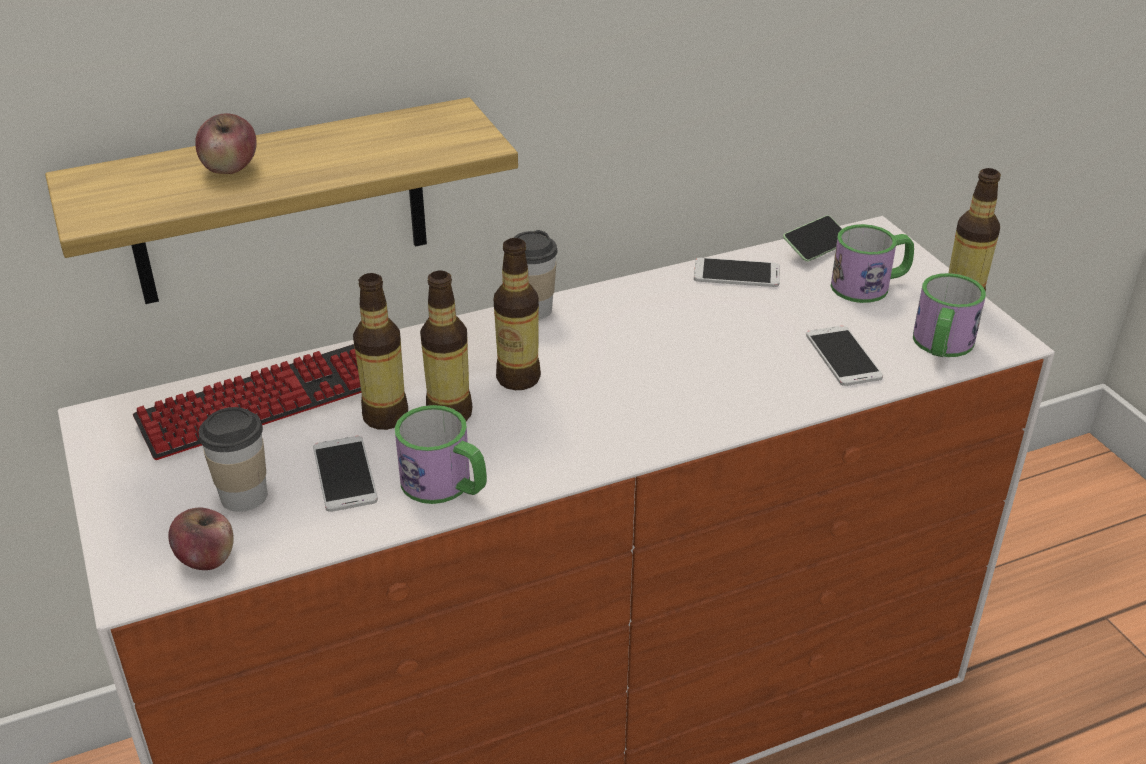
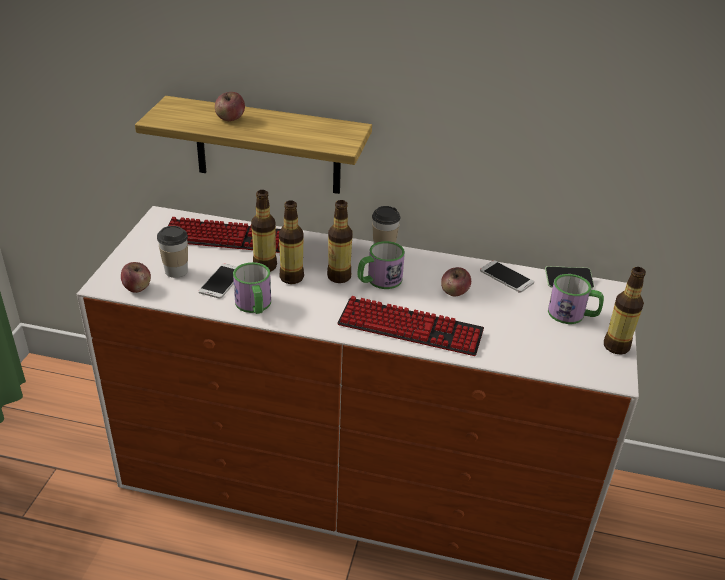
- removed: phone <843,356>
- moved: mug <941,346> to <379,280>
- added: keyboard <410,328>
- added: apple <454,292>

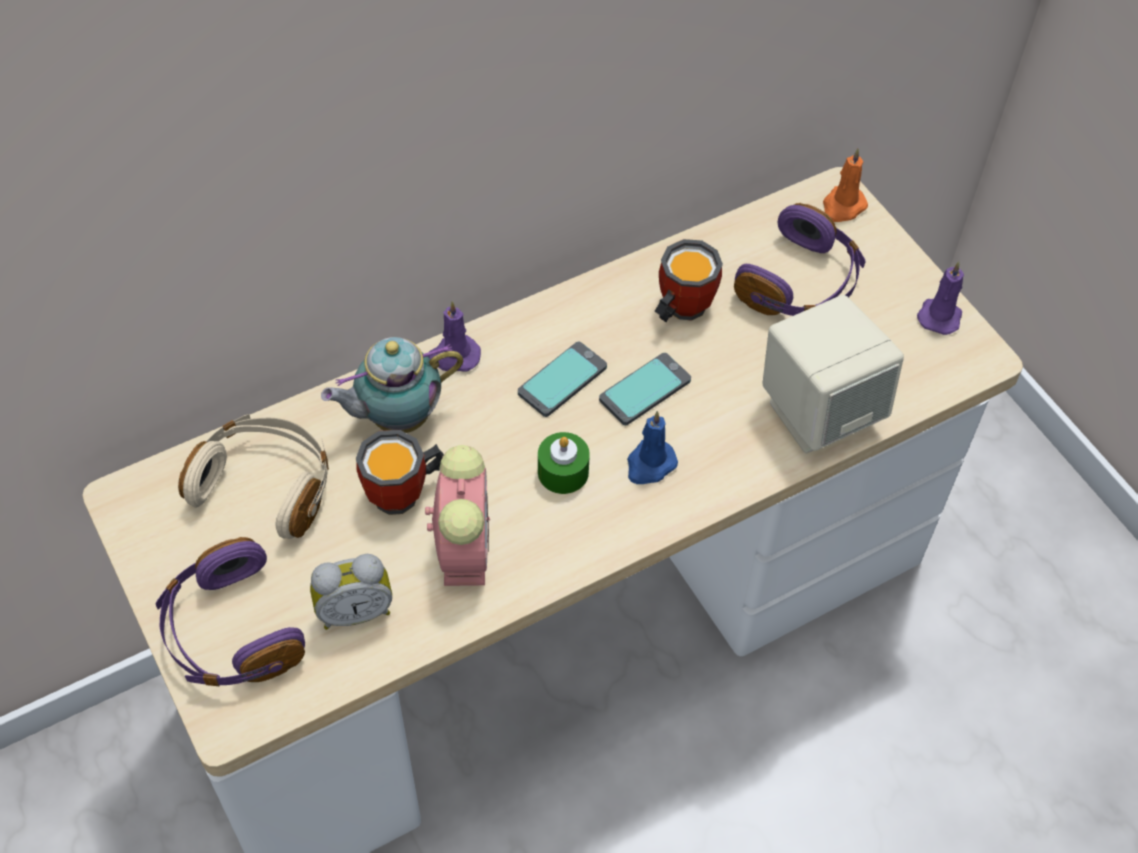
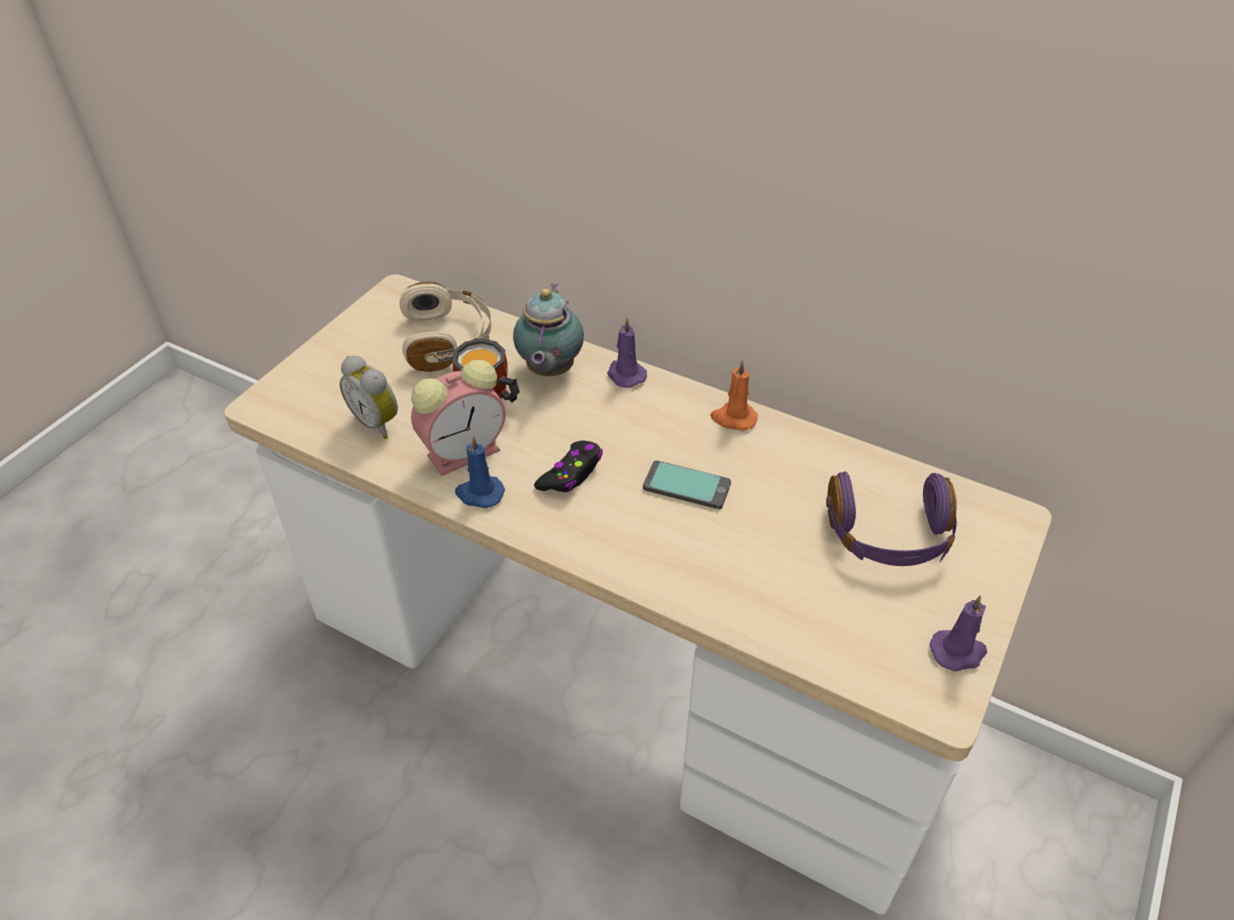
- removed: purple headphones <230,632>
- turned: teapot <396,418> = <549,371> 120 degrees counterclockwise
- removed: phone <562,380>
- replaced: green candle <563,472> to black game controller <571,473>
- moved: blue candle <649,465> to <479,493>
- removed: mug <678,308>
- removed: beige speaker <819,411>
- moved: orange candle <842,207> to <733,418>

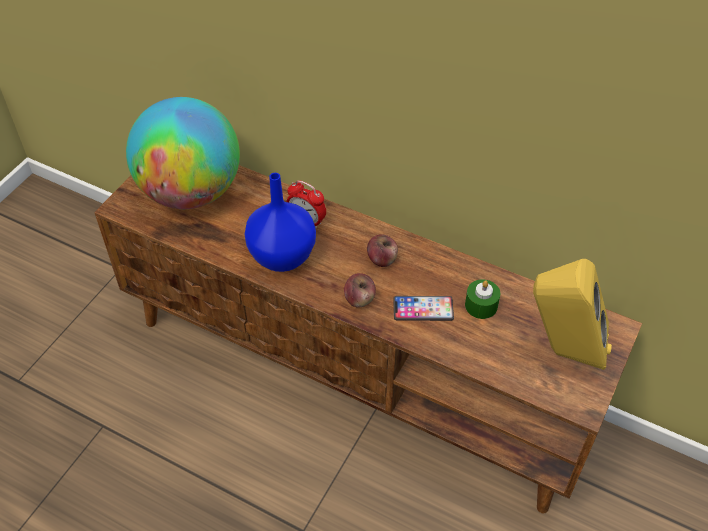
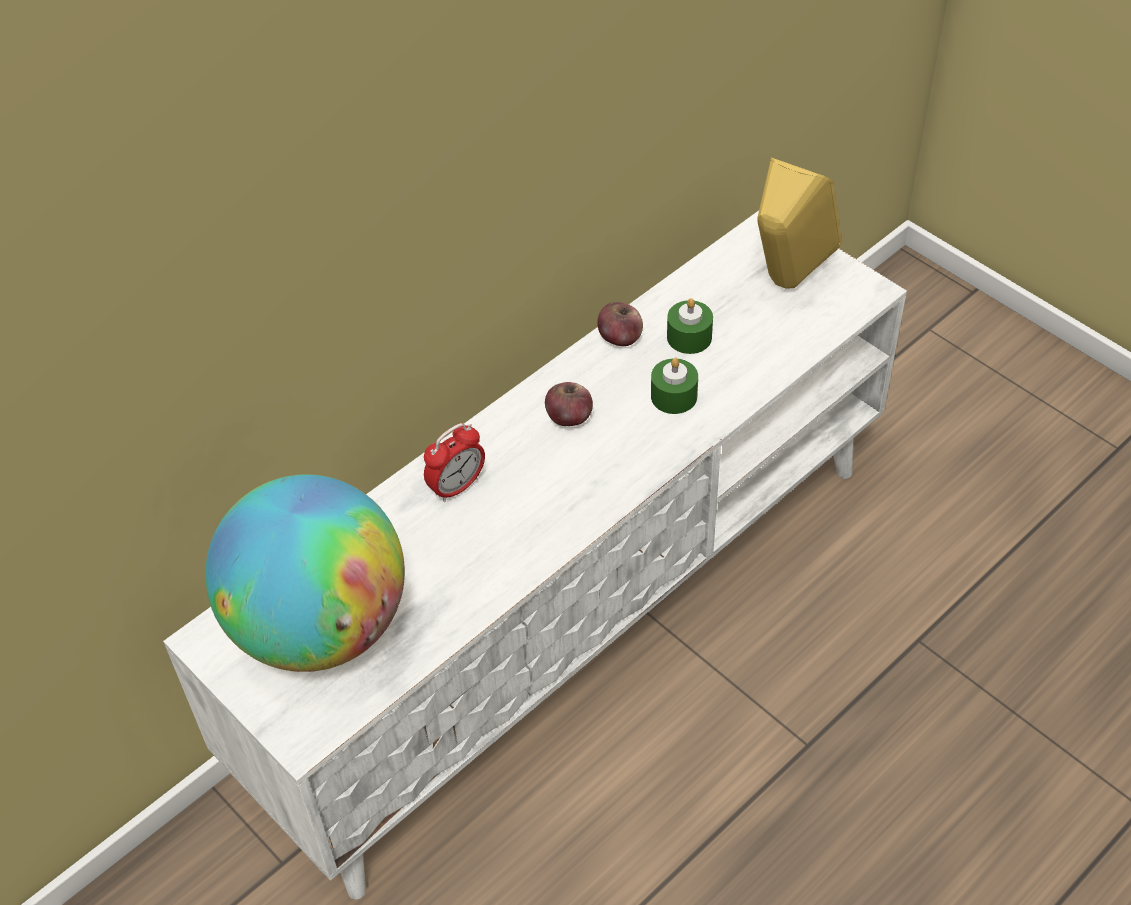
- recoloured: brown tv stand <356,373> to white tv stand <573,616>
- removed: blue vase <281,257>
- moved: apple <359,299> to <620,337>
- replaced: phone <423,309> to green candle <674,396>

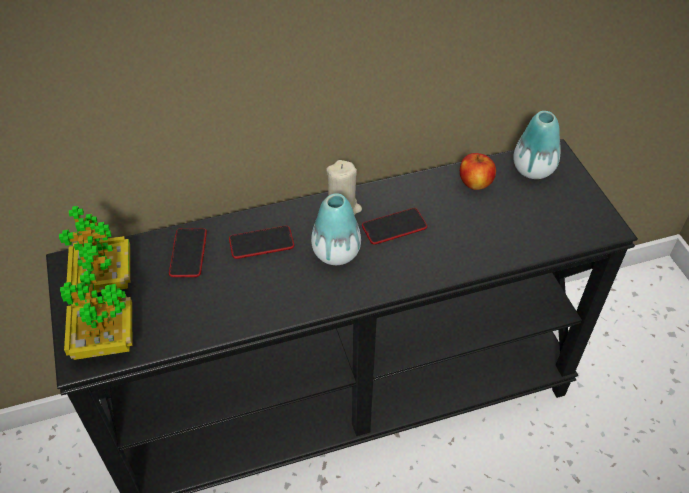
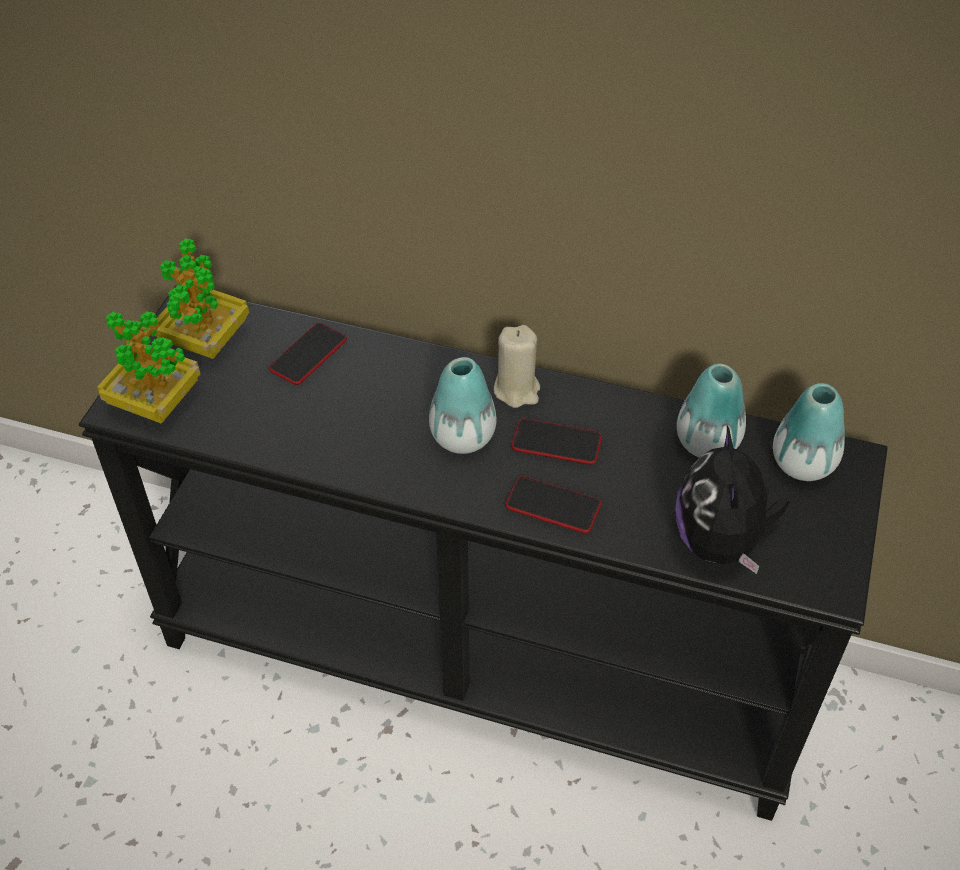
- moved: phone <261,243> to <553,506>
- replaced: apple <475,183> to vase <707,443>
- added: plush toy <720,542>

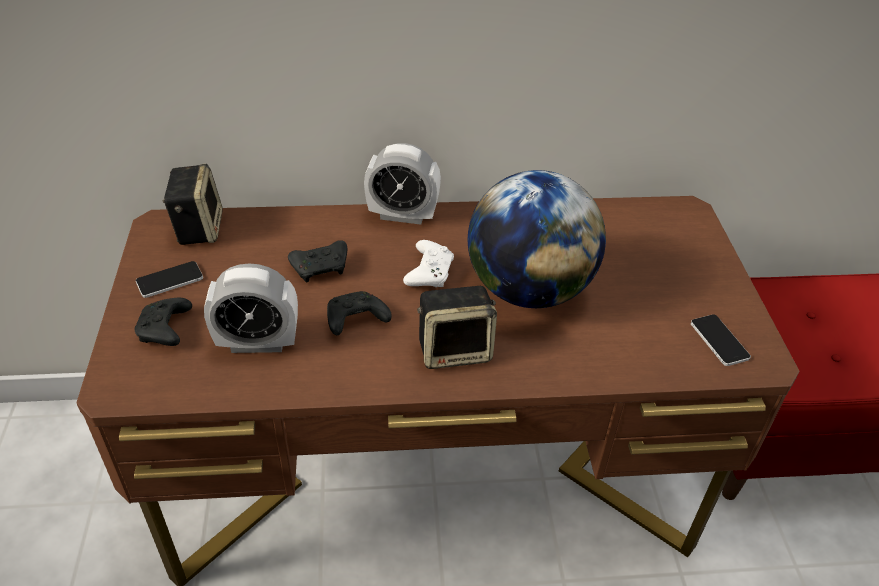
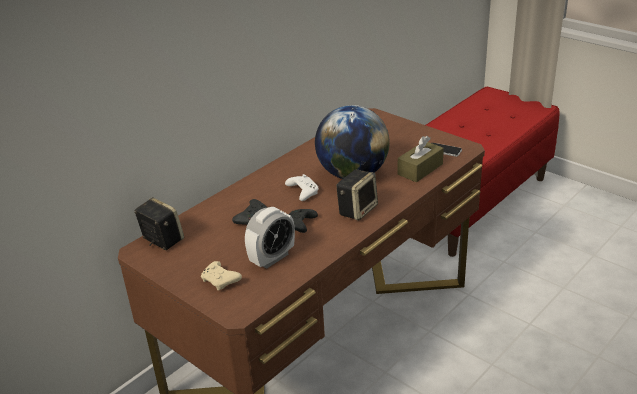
- recoloured: black game controller <165,330> to beige game controller <221,281>
- removed: phone <169,280>
- removed: alarm clock <402,215>
- added: brown tissue box <420,169>

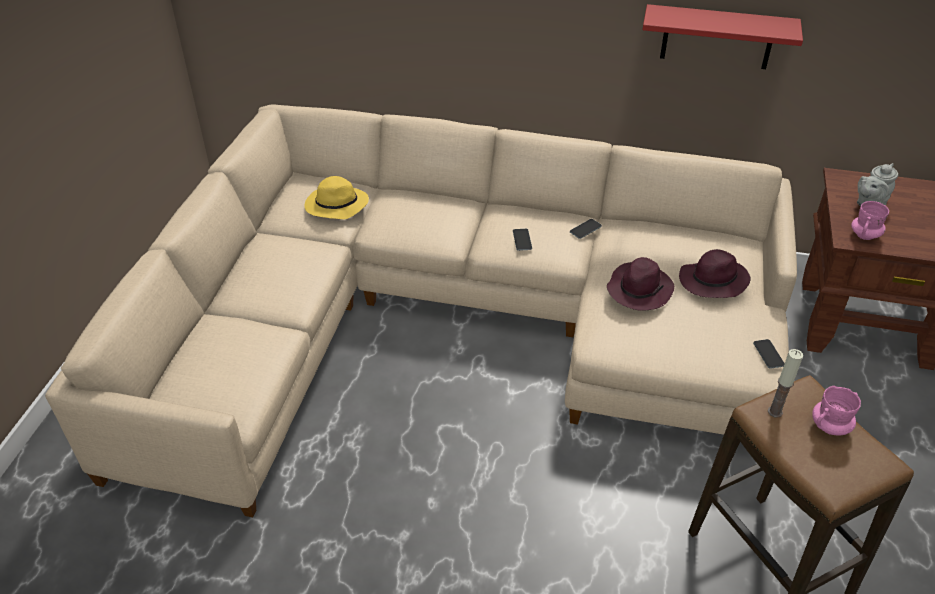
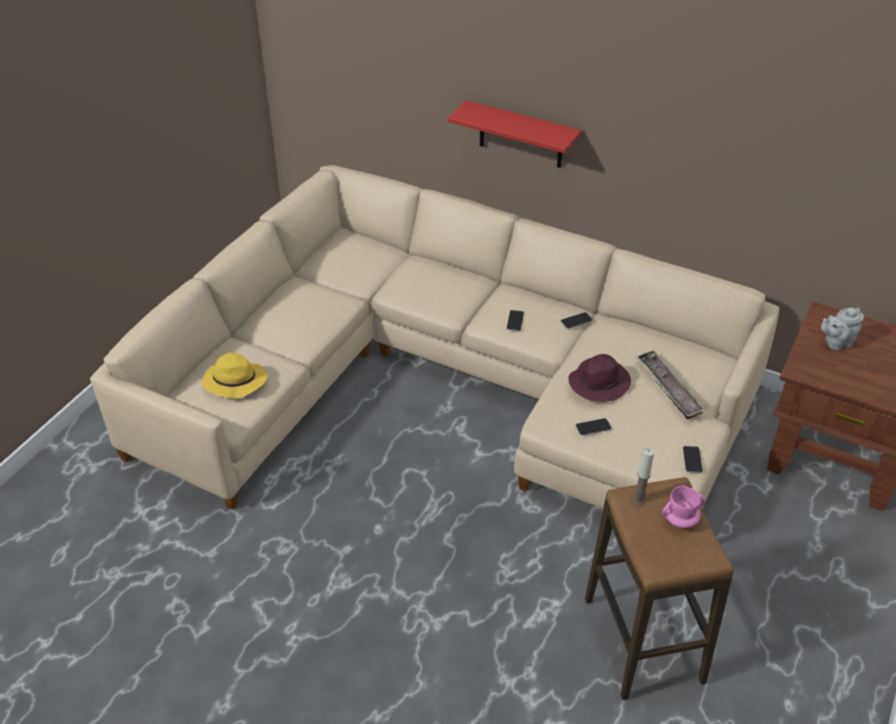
- moved: yellow hat <336,206> to <234,382>
- moved: red shelf <717,37> to <521,135>
- replaced: purple hat <712,282> to tray <669,388>
- removed: pink mug <865,235>
- added: phone <593,427>

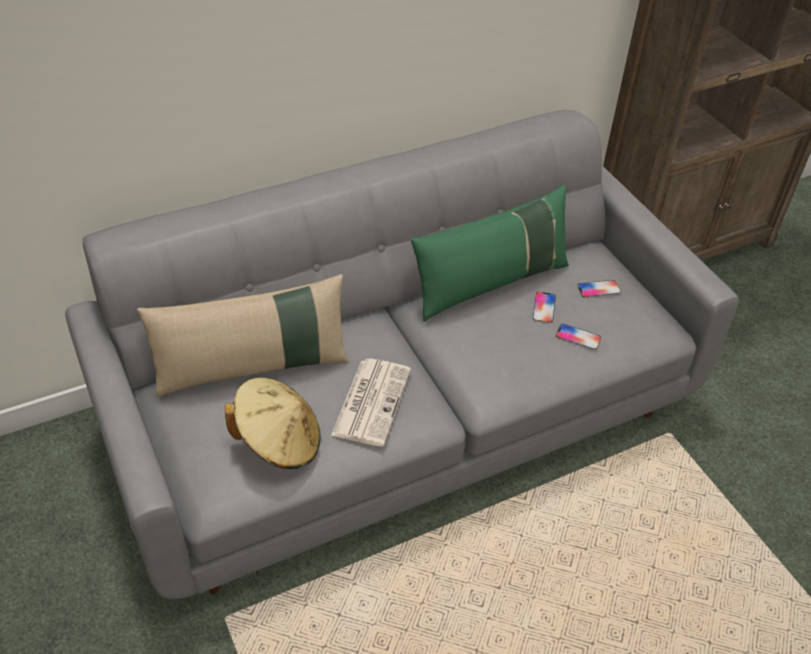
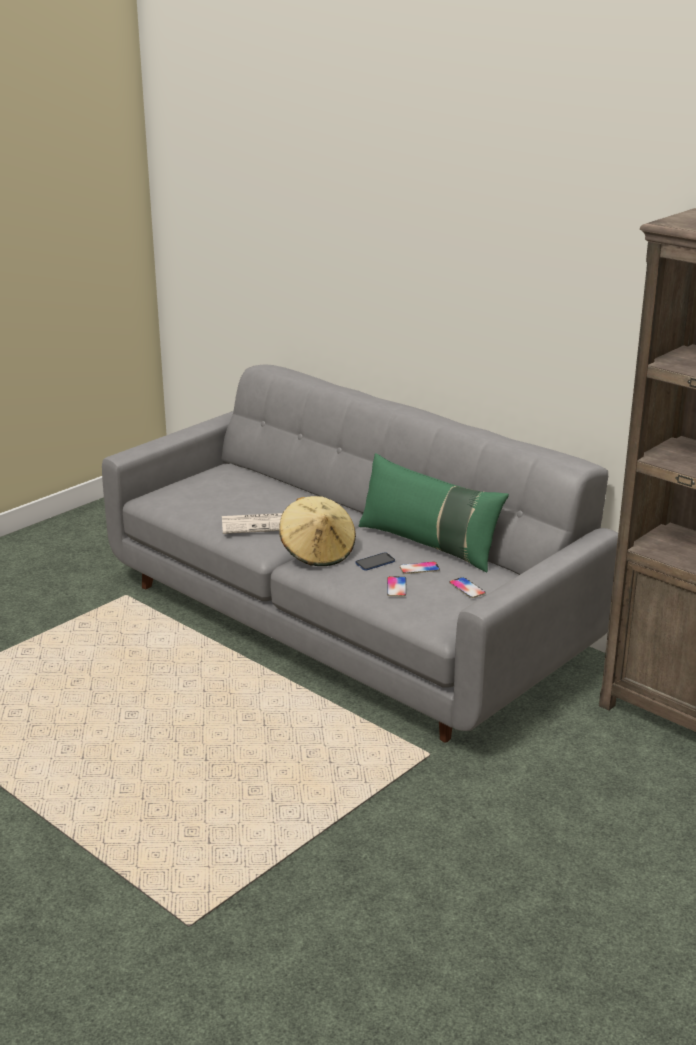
- removed: beige pillow <253,367>
- moved: beige hat <279,441> to <317,553>
- added: phone <375,562>

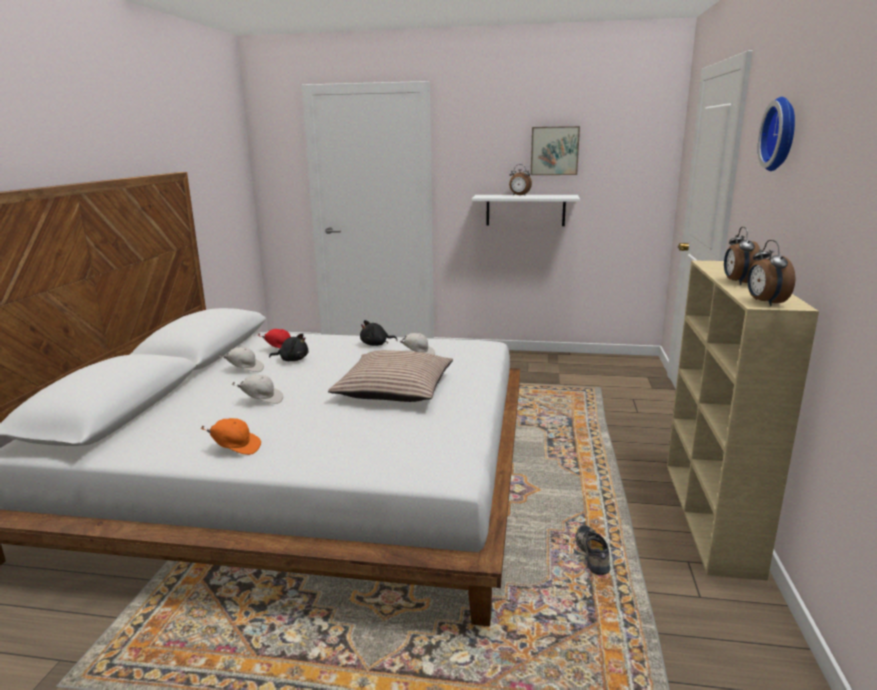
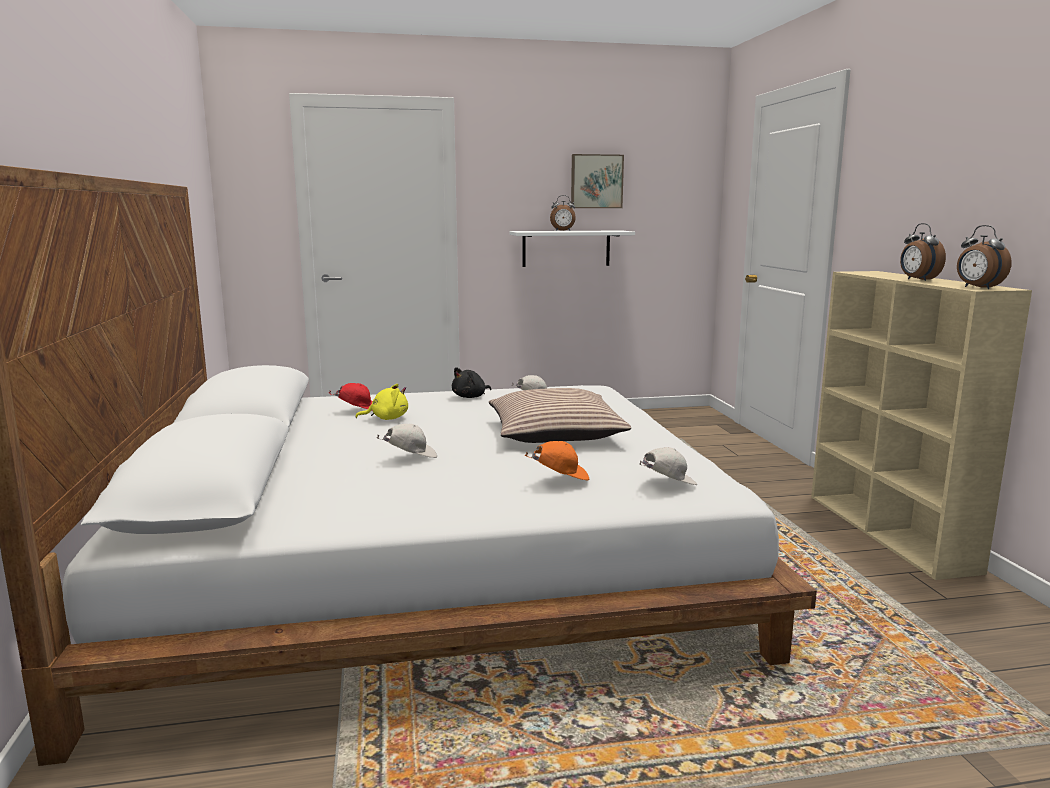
- moved: orange cap <236,448> to <560,477>
- moved: white cap <245,369> to <667,484>
- recoloured: black plush toy <292,359> to yellow plush toy <387,418>
- removed: shoe <594,554>
- removed: wall clock <783,134>

